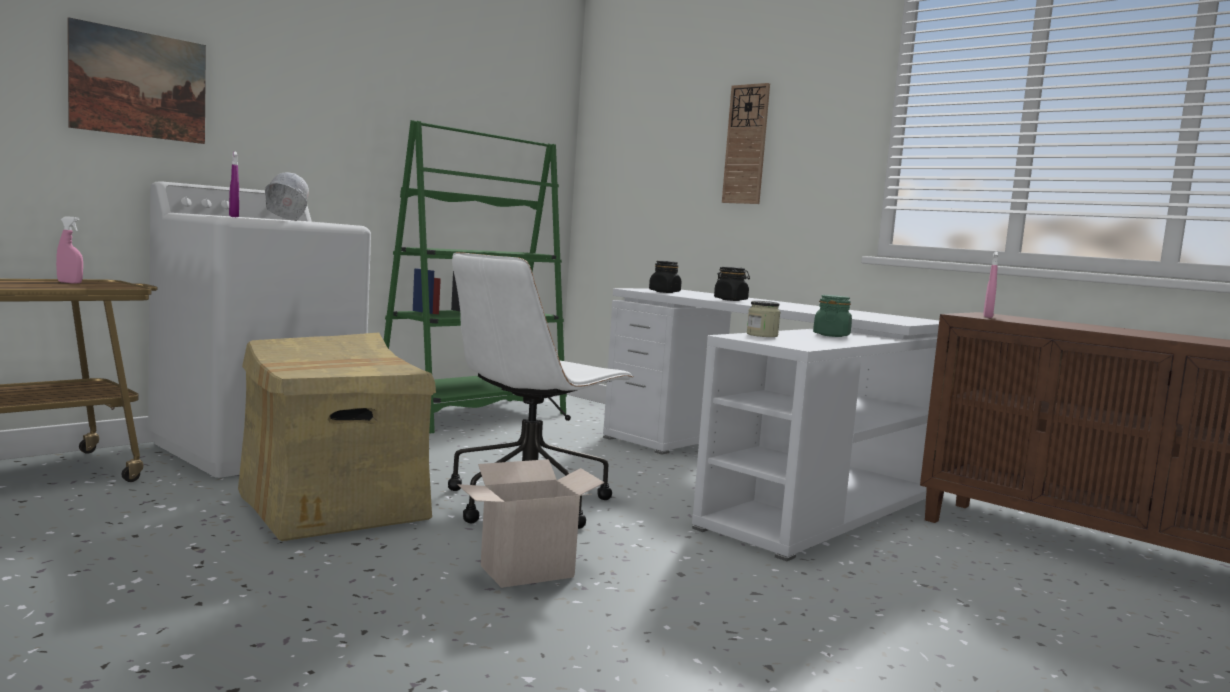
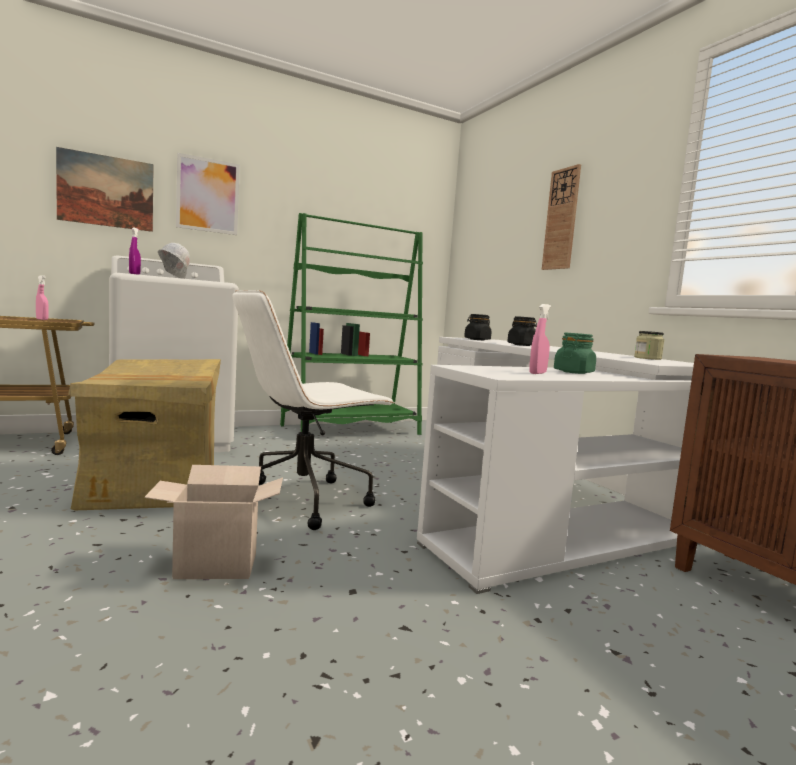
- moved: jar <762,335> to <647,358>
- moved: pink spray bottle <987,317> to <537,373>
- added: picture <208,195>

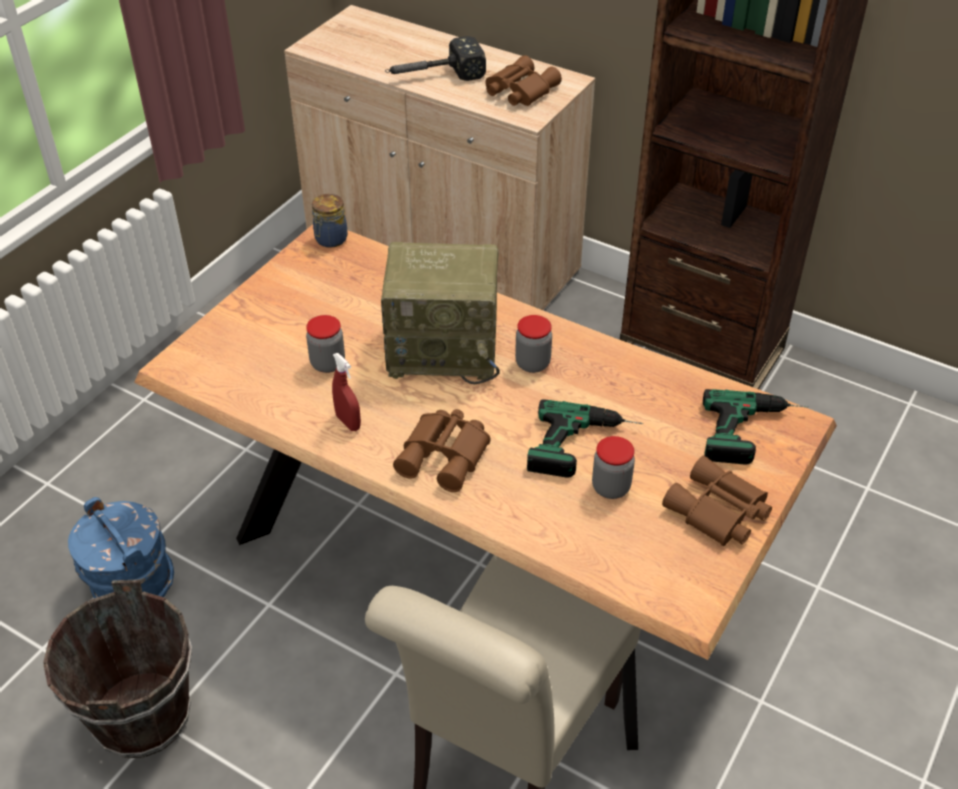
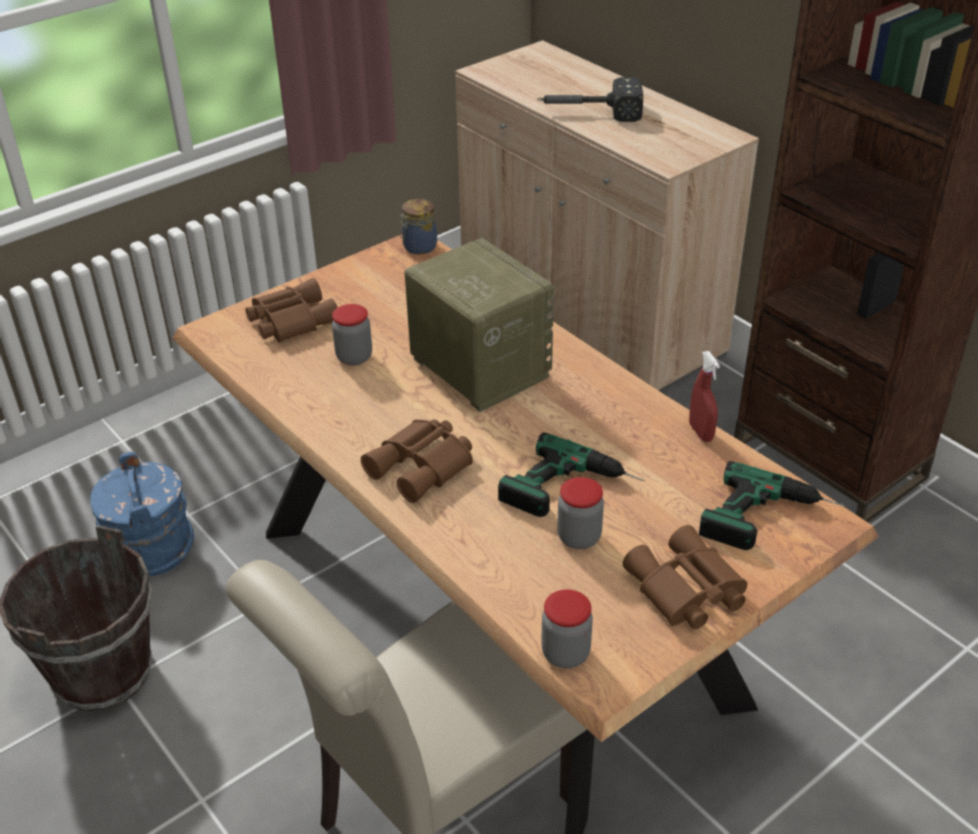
- moved: red spray bottle <348,422> to <700,432>
- turned: radio <445,349> = <477,367> 150 degrees counterclockwise
- moved: brown binoculars <519,90> to <290,320>
- moved: jar <532,363> to <565,653>

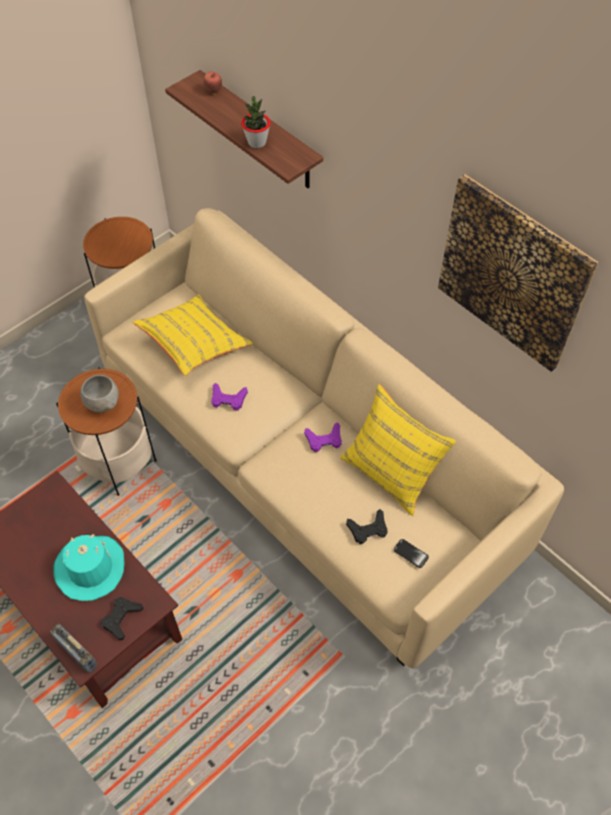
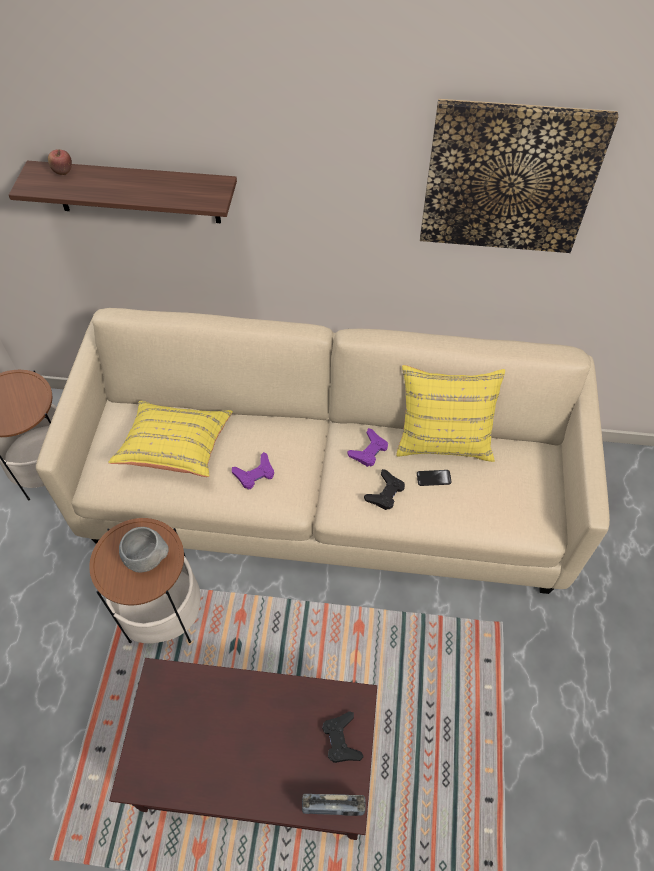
- removed: turquoise hat <90,568>
- removed: potted plant <257,142>
- moved: black game controller <368,529> to <385,493>
- moved: phone <411,554> to <433,478>

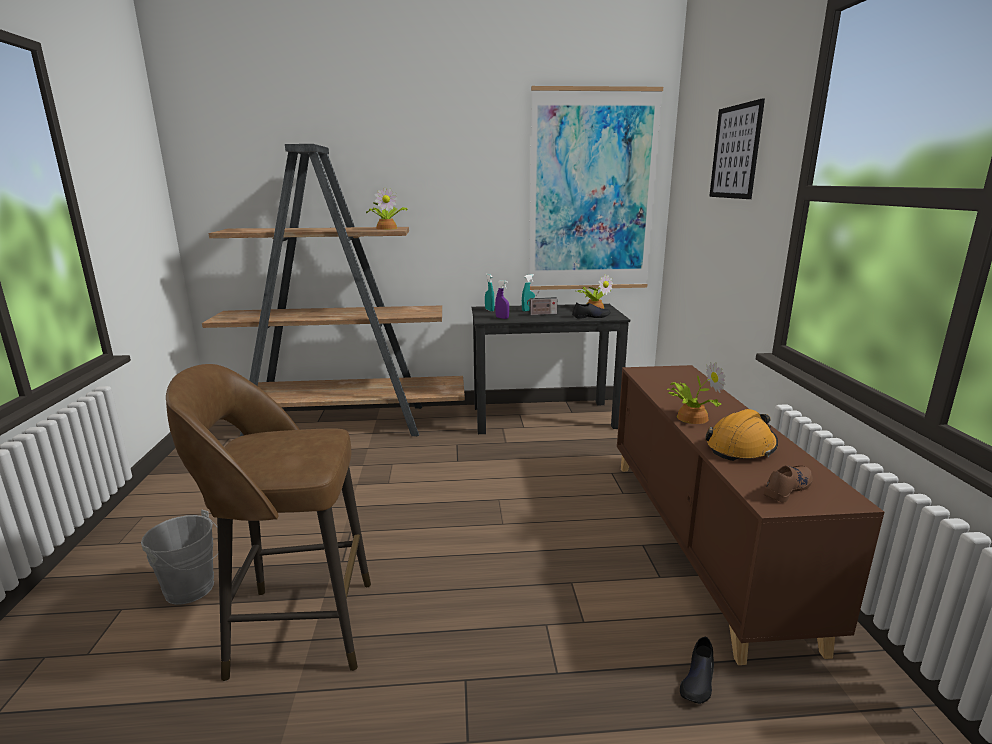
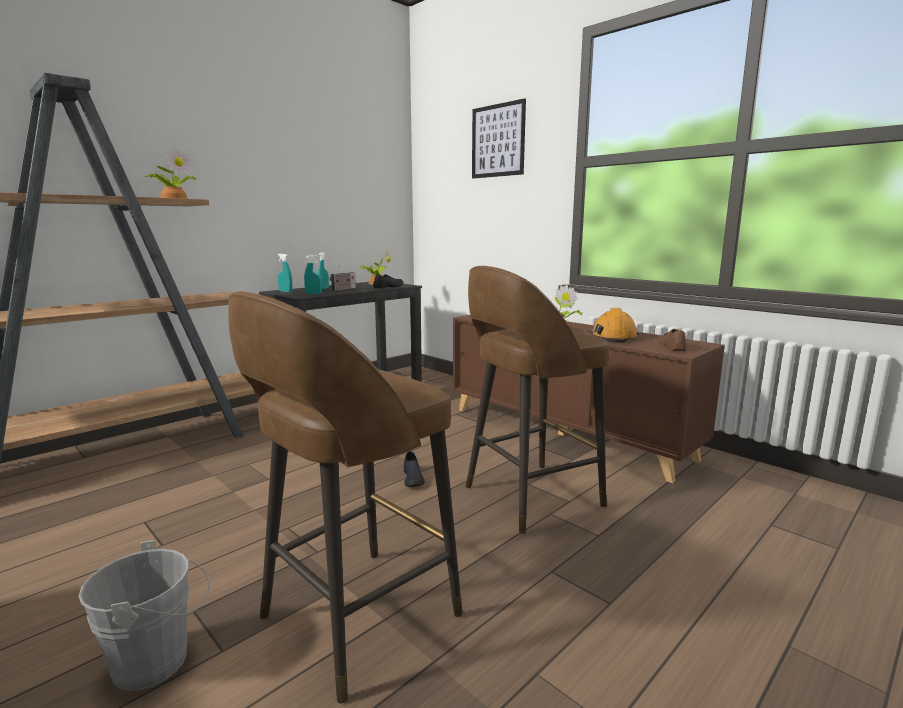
- recoloured: purple spray bottle <502,318> to turquoise spray bottle <313,294>
- removed: picture <592,192>
- moved: black shoe <698,680> to <413,478>
- added: brown stool <529,497>

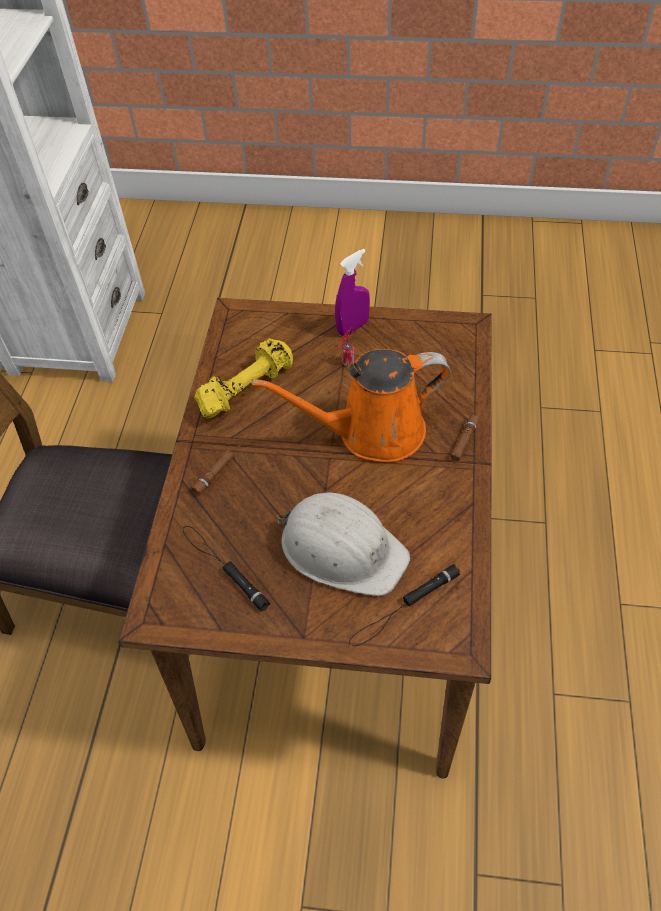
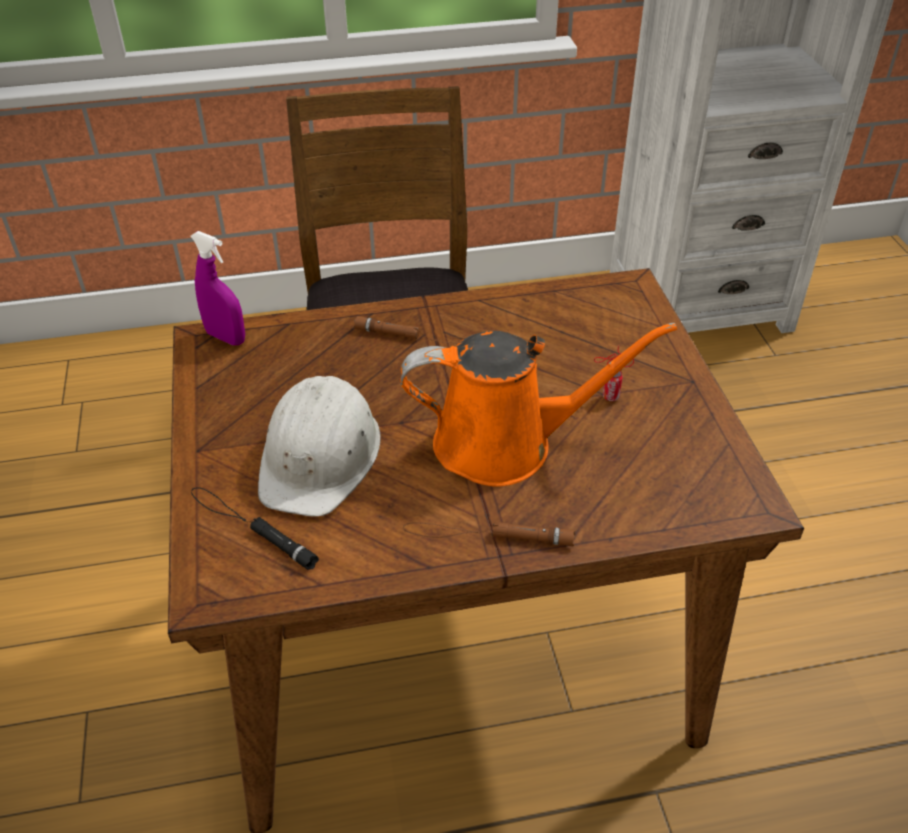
- removed: black flashlight <223,567>
- removed: yellow dumbbell <245,389>
- turned: orange watering can <372,432> = <505,444> 120 degrees clockwise
- moved: purple spray bottle <352,327> to <226,337>

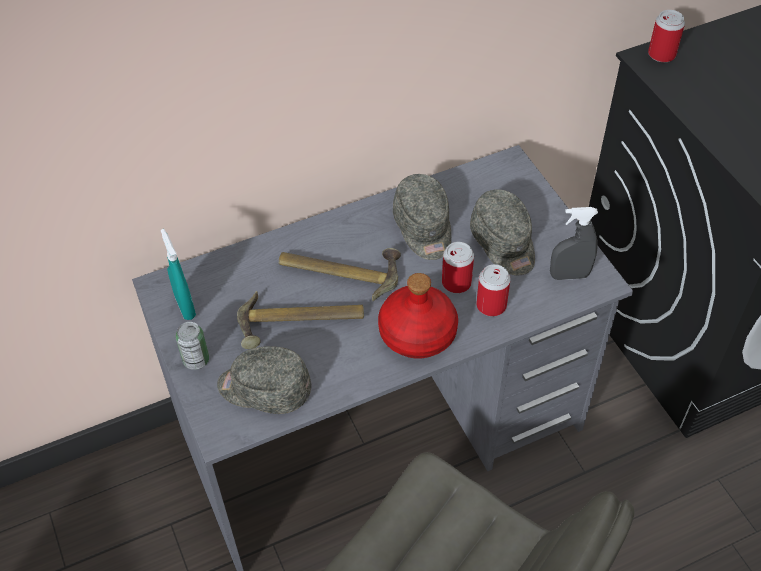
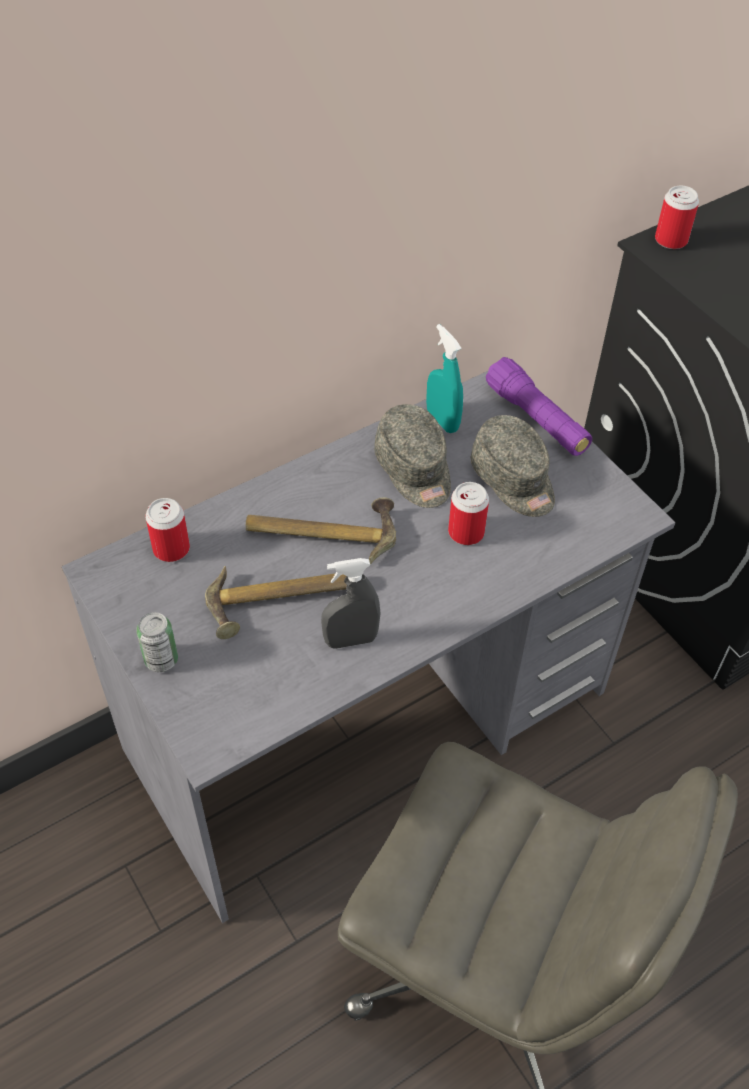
- moved: turquoise spray bottle <185,306> to <442,420>
- removed: grey cap <264,389>
- removed: red bottle <417,332>
- moved: can <491,305> to <171,548>
- moved: grey spray bottle <569,275> to <350,640>
- added: purple flashlight <537,419>

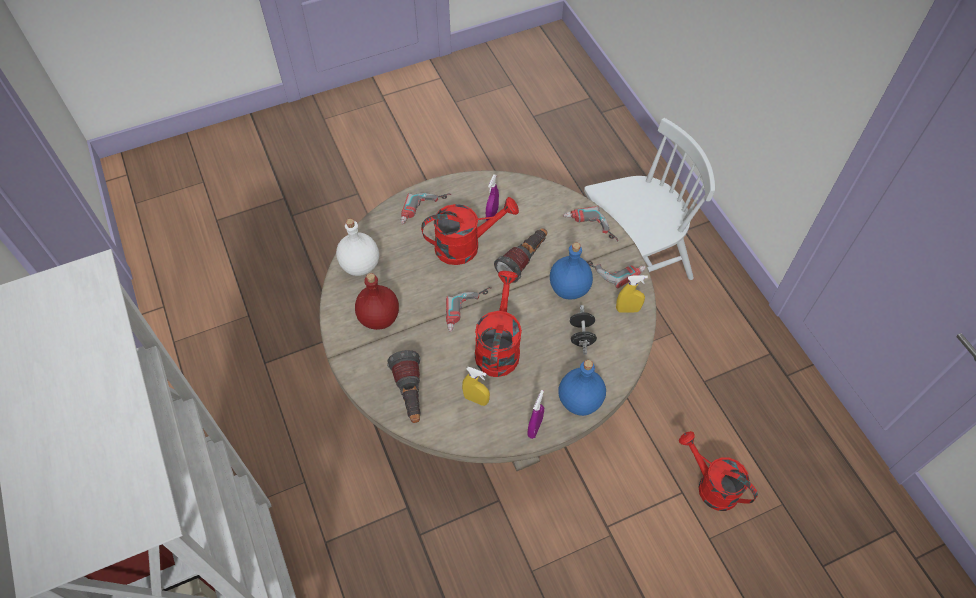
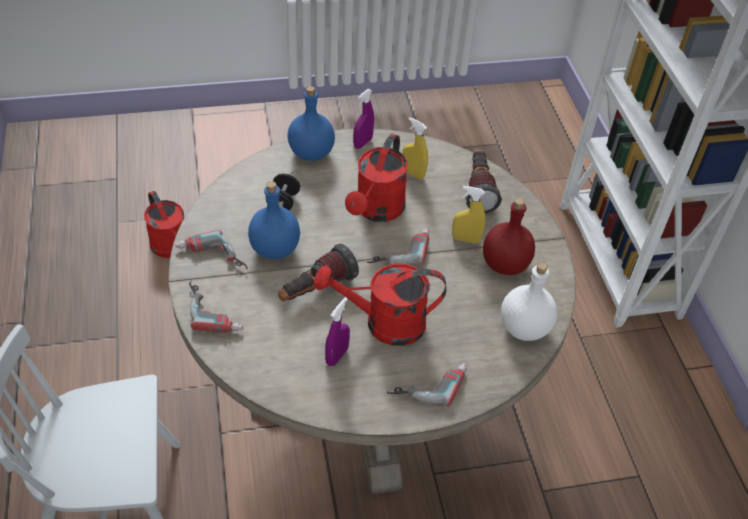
- moved: yellow spray bottle <628,309> to <466,239>

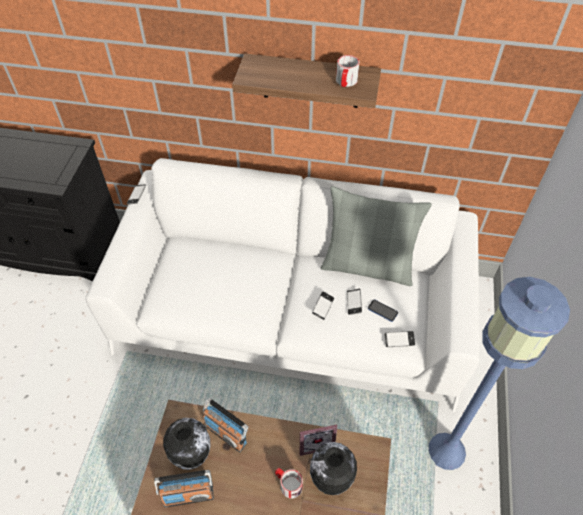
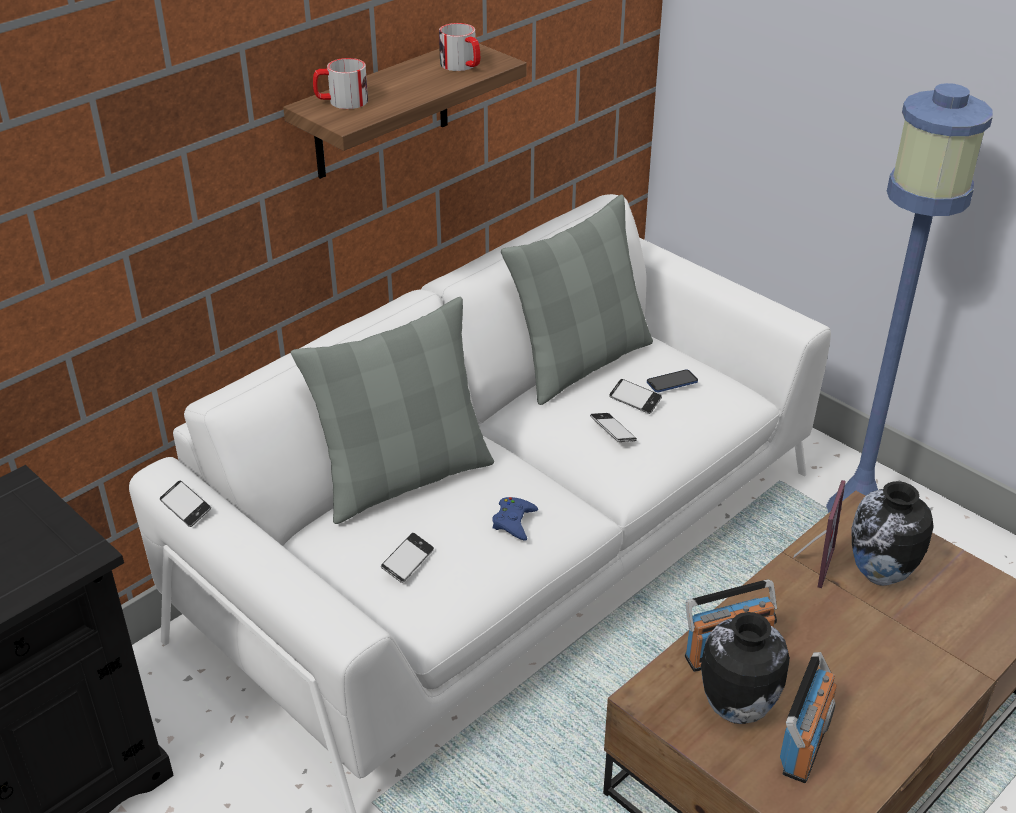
- moved: mug <288,484> to <341,101>
- moved: phone <399,340> to <407,561>
- added: grey pillow <404,478>
- added: blue game controller <514,522>

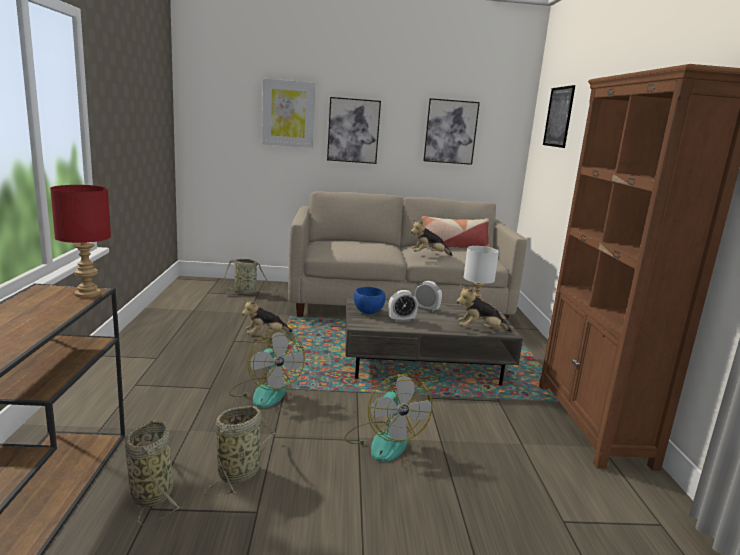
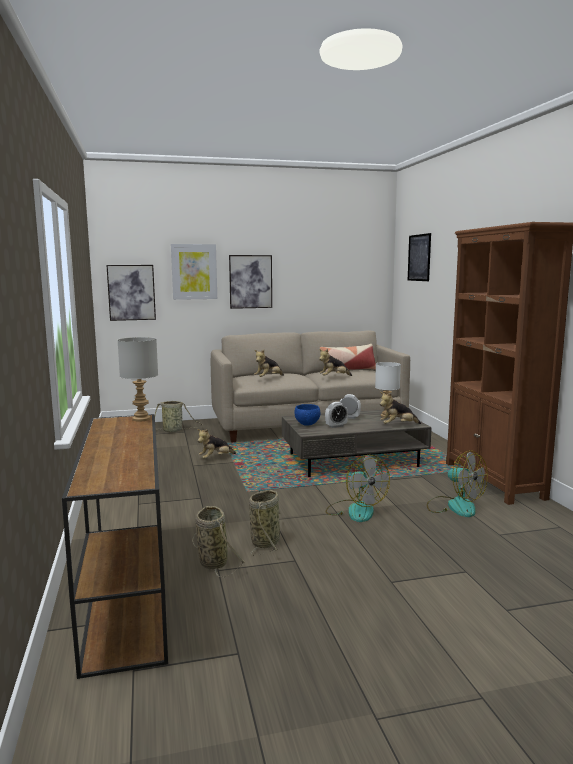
- recoloured: red table lamp <88,294> to grey table lamp <142,419>
- moved: fan <264,392> to <454,506>
- moved: picture <450,132> to <131,292>
- added: plush toy <268,378>

